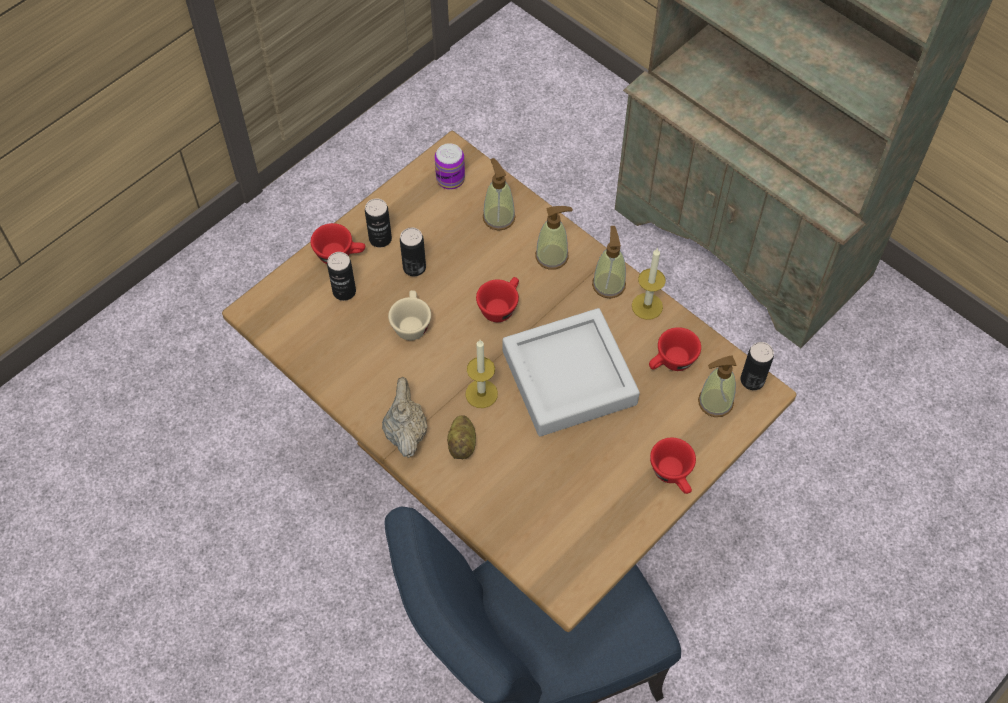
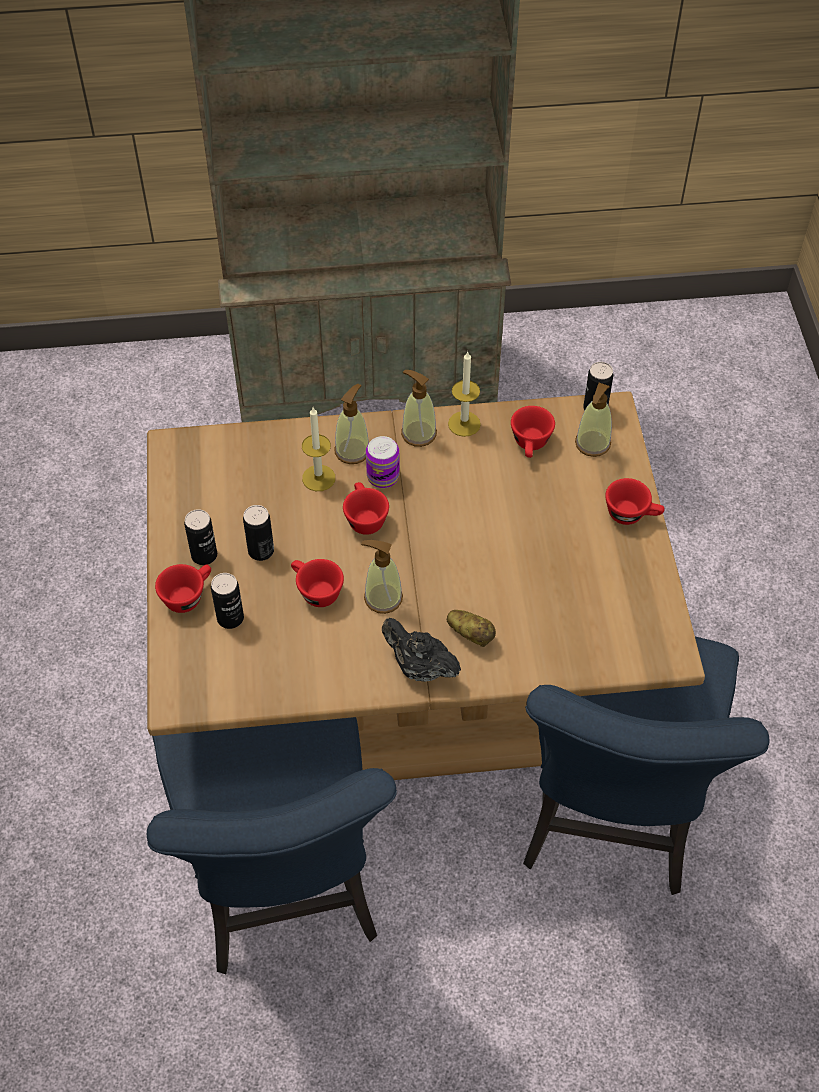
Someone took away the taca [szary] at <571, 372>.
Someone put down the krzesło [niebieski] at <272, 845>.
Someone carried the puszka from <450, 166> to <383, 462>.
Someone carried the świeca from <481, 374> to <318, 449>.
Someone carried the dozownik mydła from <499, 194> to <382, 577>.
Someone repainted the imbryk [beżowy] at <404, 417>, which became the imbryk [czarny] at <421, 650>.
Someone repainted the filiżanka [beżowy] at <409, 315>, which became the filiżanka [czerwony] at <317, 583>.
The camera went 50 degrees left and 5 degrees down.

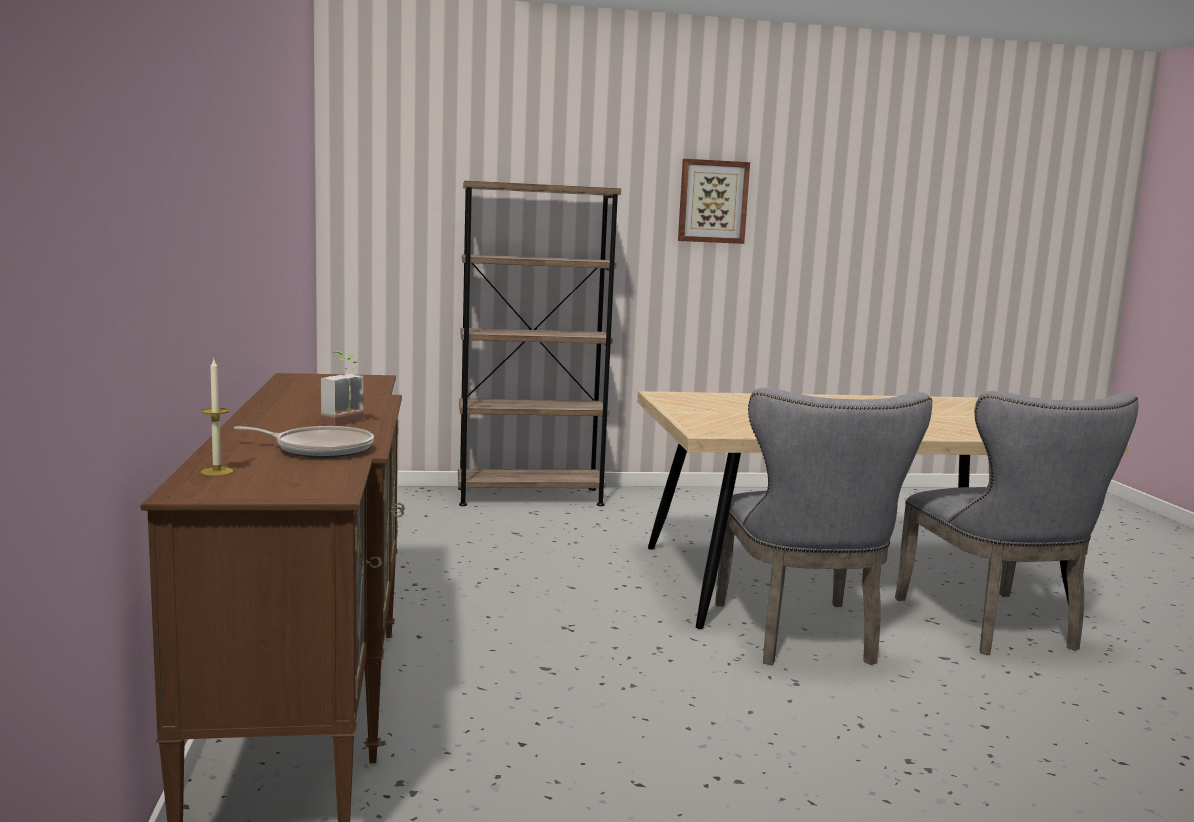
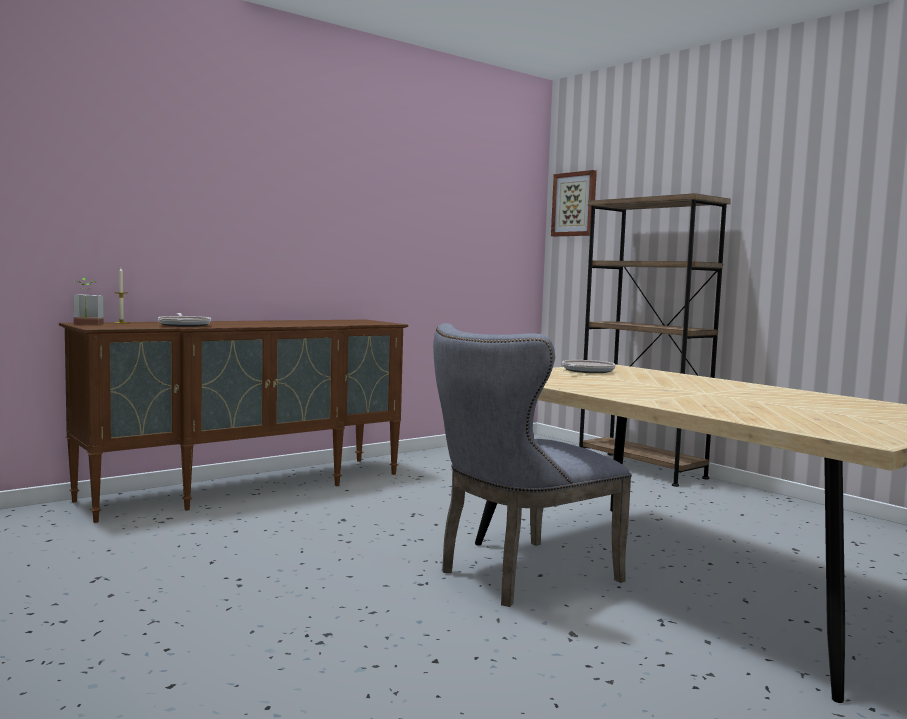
Someone took away the krzesło [szary] at <1017, 523>.
Someone put down the patelnia at <589, 366>.
Someone carried the roślina doniczkowa from <342, 388> to <88, 301>.
Someone carried the obraz from <714, 201> to <574, 203>.
The camera went 60 degrees right and 5 degrees down.

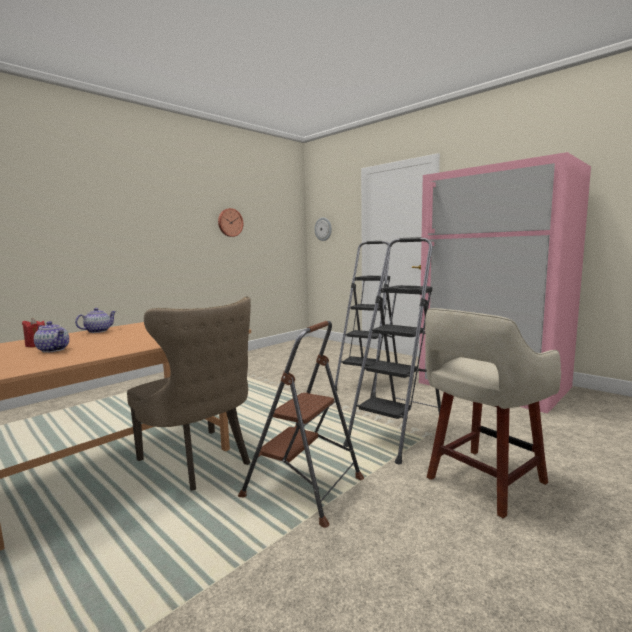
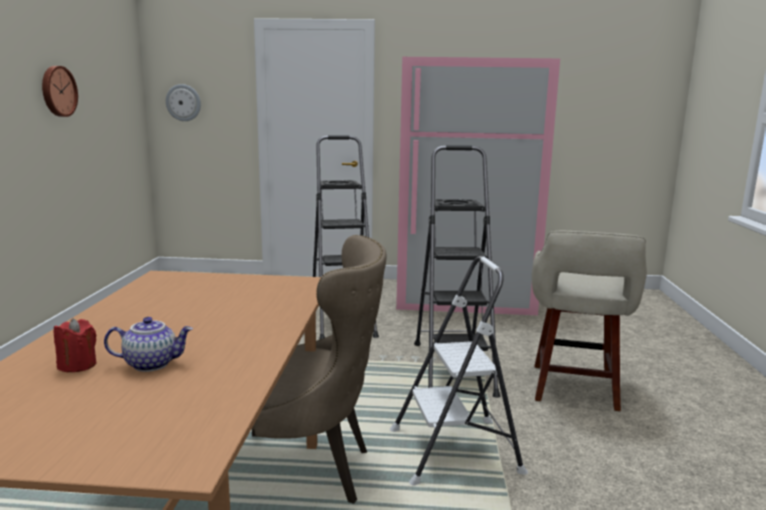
Someone took away the imbryk at <96, 320>.
Someone repainted the drabinka [brązowy] at <301, 424>, which became the drabinka [biały] at <459, 371>.
The camera went 40 degrees left and 5 degrees up.

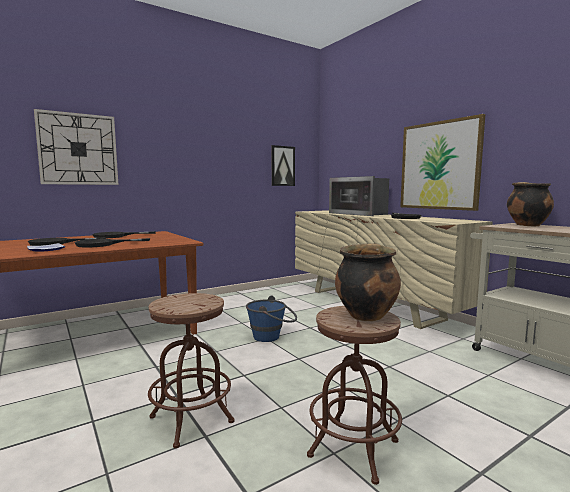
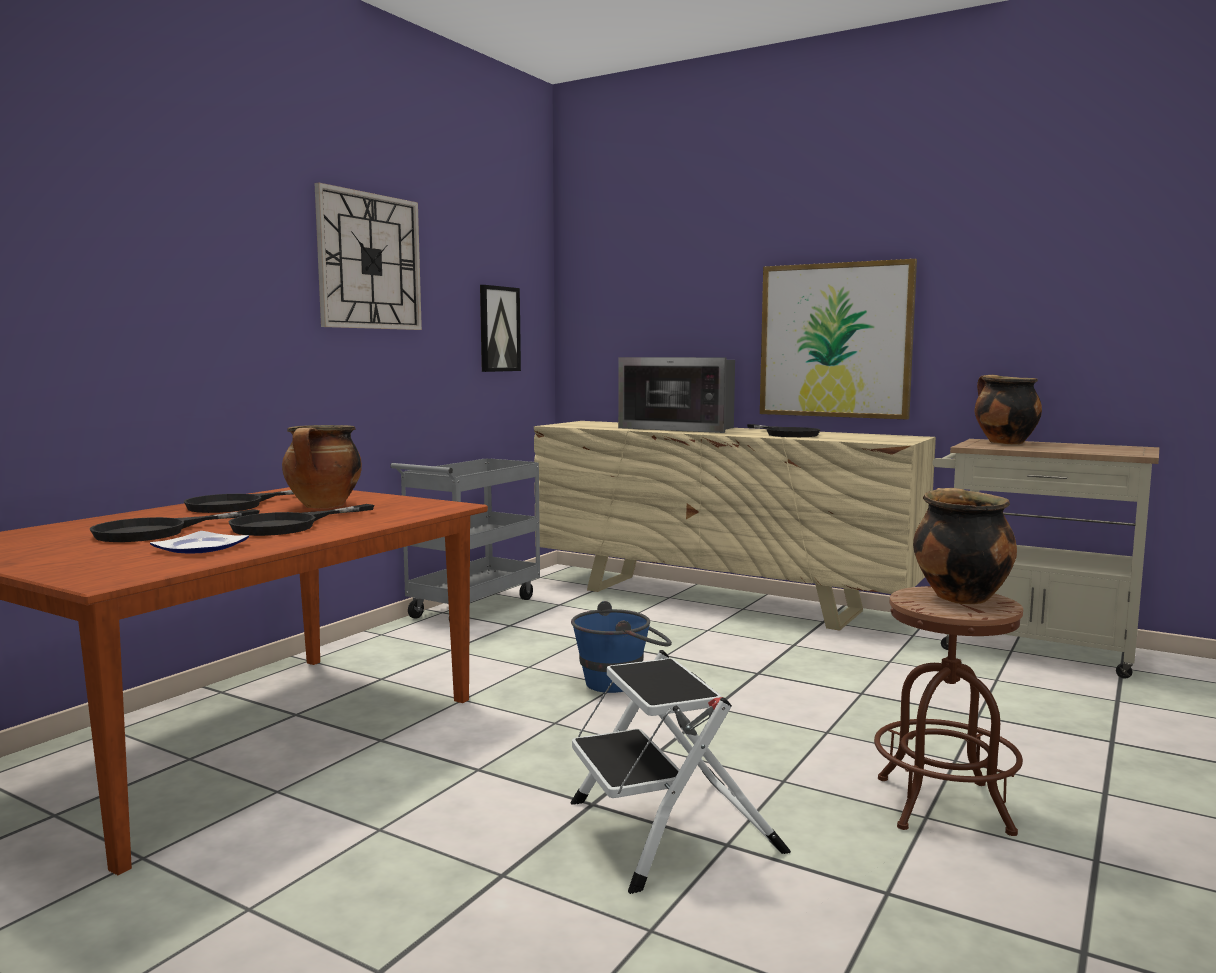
Someone put down the garnek at <322, 466>.
Someone put down the wózek [szary] at <465, 540>.
Someone carried the zegar ścienny from <76, 147> to <368, 256>.
Someone swapped the stołek [brązowy] at <191, 370> for the drabinka at <680, 772>.
The camera went 25 degrees left and 0 degrees up.

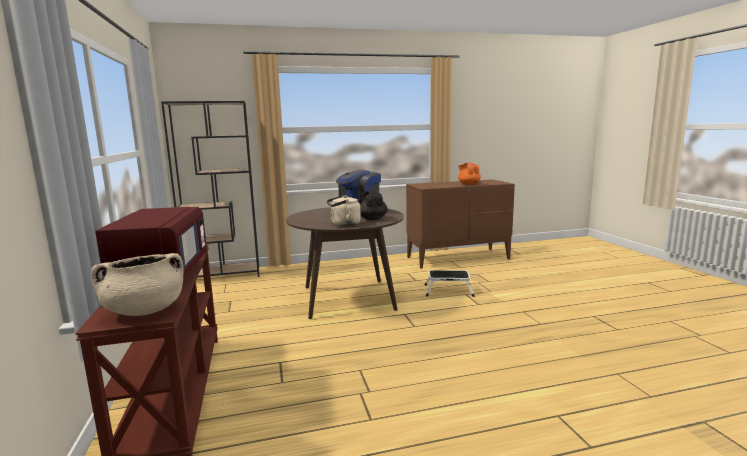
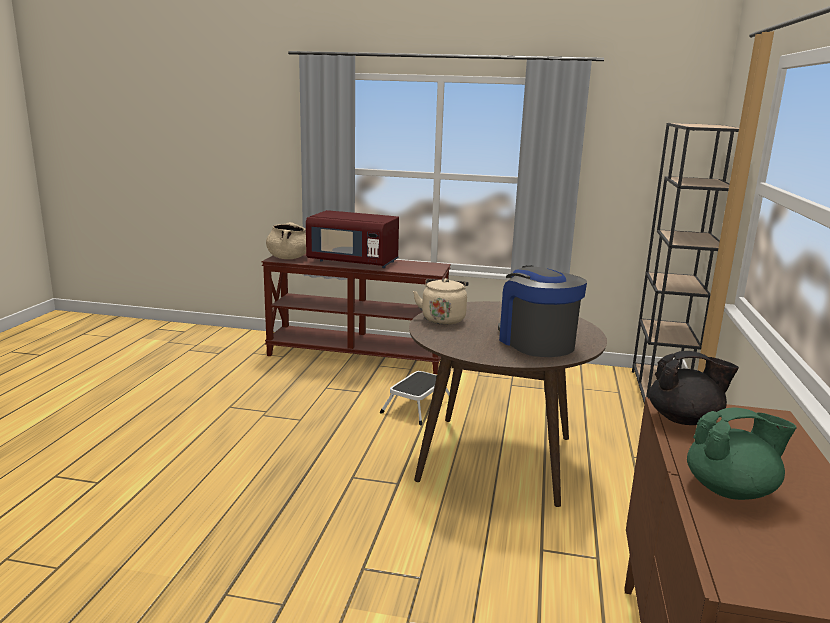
Someone carried the imbryk [czarny] from <374, 205> to <694, 388>.
Someone carried the drabinka [czarny] from <450, 283> to <415, 398>.
Someone repainted the imbryk [pomarańczowy] at <469, 174>, which became the imbryk [zielony] at <742, 453>.
The camera went 115 degrees right and 5 degrees up.

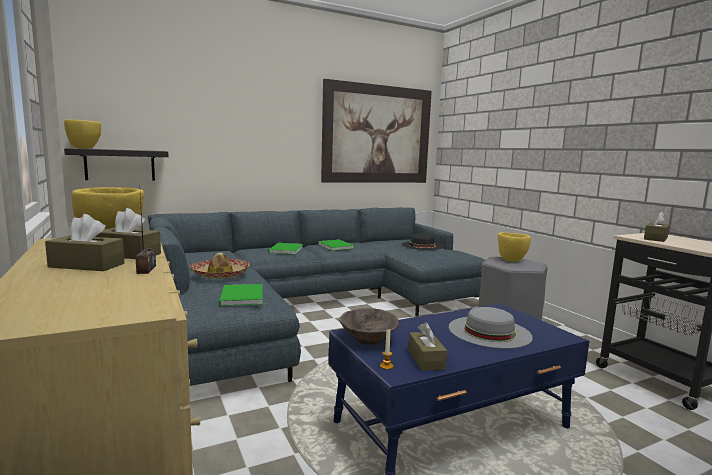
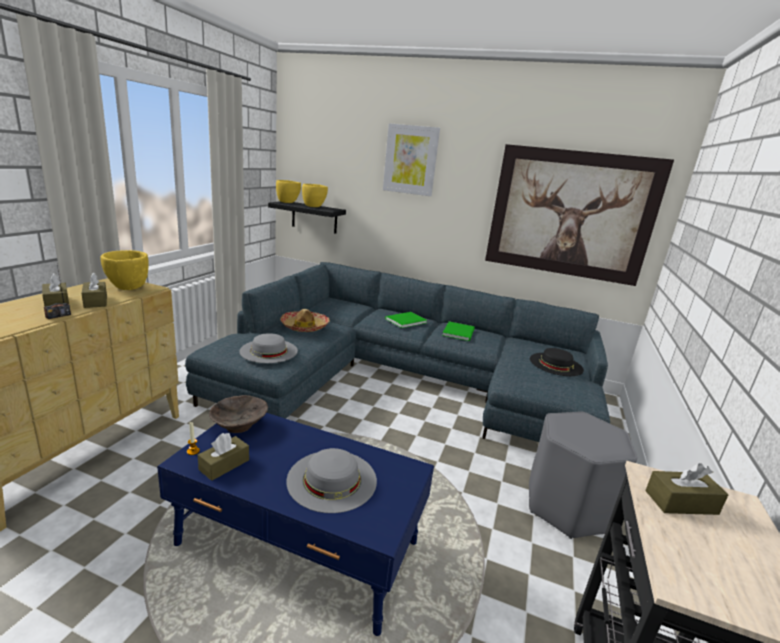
Someone put up the obraz at <411, 159>.
Someone carried the miska [żółty] from <514, 247> to <315, 195>.
Someone swapped the książka [zielony] at <240, 295> for the kapelusz [szary] at <268, 348>.
The camera went 45 degrees right and 10 degrees up.

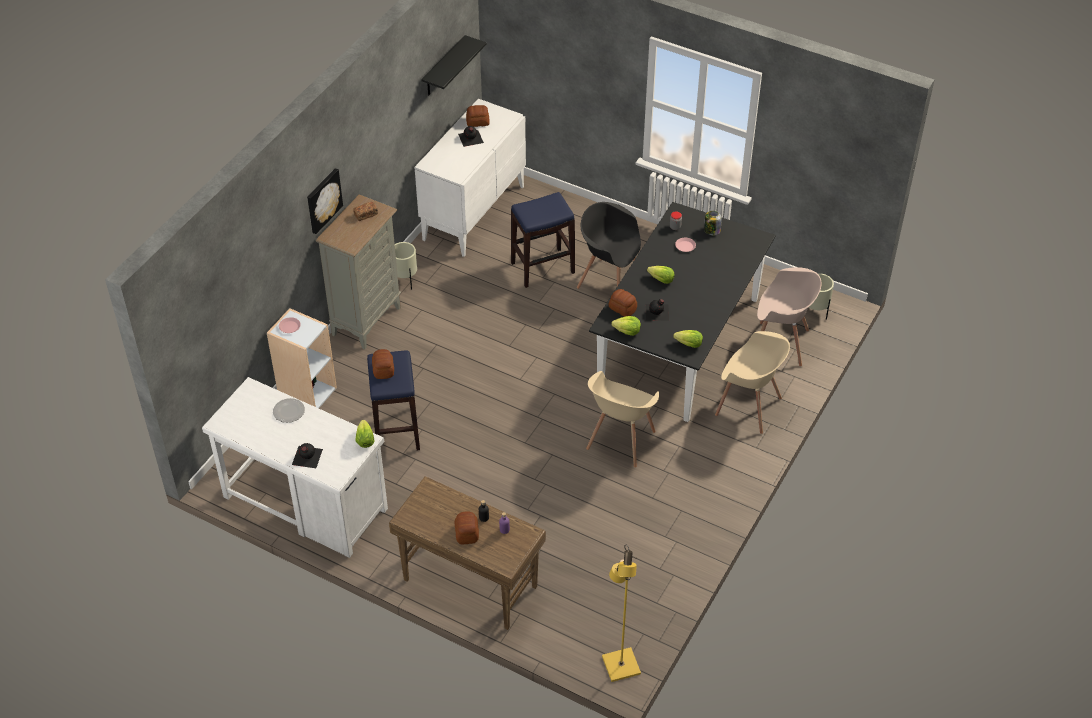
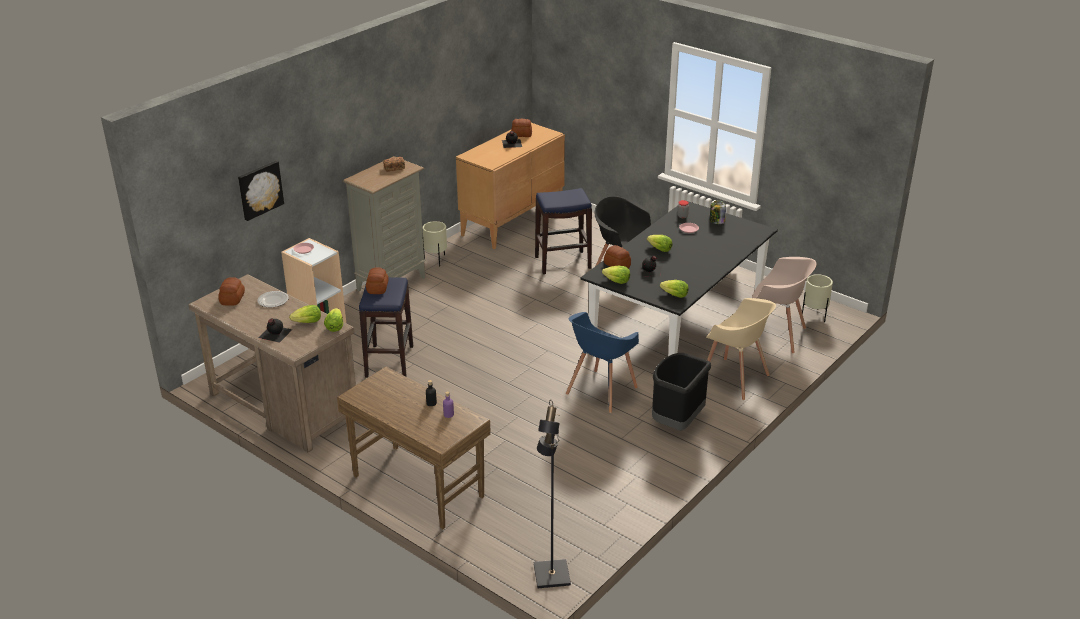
Someone took away the półka [czarny] at <454, 65>.
Someone put down the sałata at <305, 314>.
Someone put down the kosz na śmieci [czarny] at <681, 392>.
Someone carried the obraz from <325, 201> to <261, 191>.
Someone carried the chleb from <467, 527> to <231, 291>.
Someone repainted the biurko [biały] at <295, 467>, which became the biurko [brązowy] at <272, 363>.
Someone repainted the szafka [biały] at <470, 178>, which became the szafka [brązowy] at <510, 186>.
Someone repainted the krzesło [beżowy] at <622, 419>, which became the krzesło [niebieski] at <602, 362>.
Someone repainted the lampa stojąca [żółty] at <621, 613>, which became the lampa stojąca [czarny] at <552, 494>.
The camera went 10 degrees right and 15 degrees down.

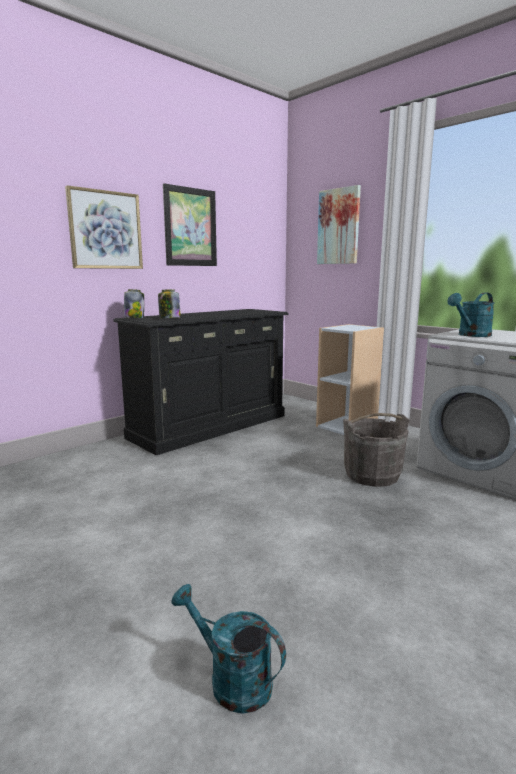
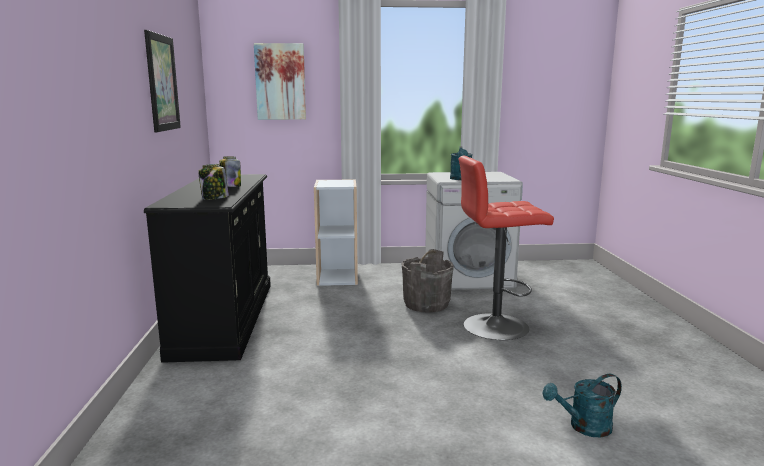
Someone took away the obraz at <104, 227>.
Someone put down the stołek [czerwony] at <506, 247>.
Someone carried the słoik from <134, 303> to <230, 172>.
The camera went 50 degrees left and 0 degrees up.

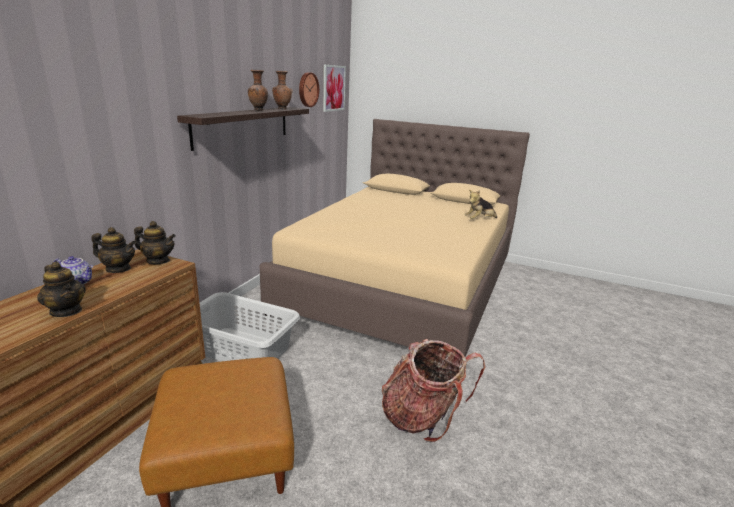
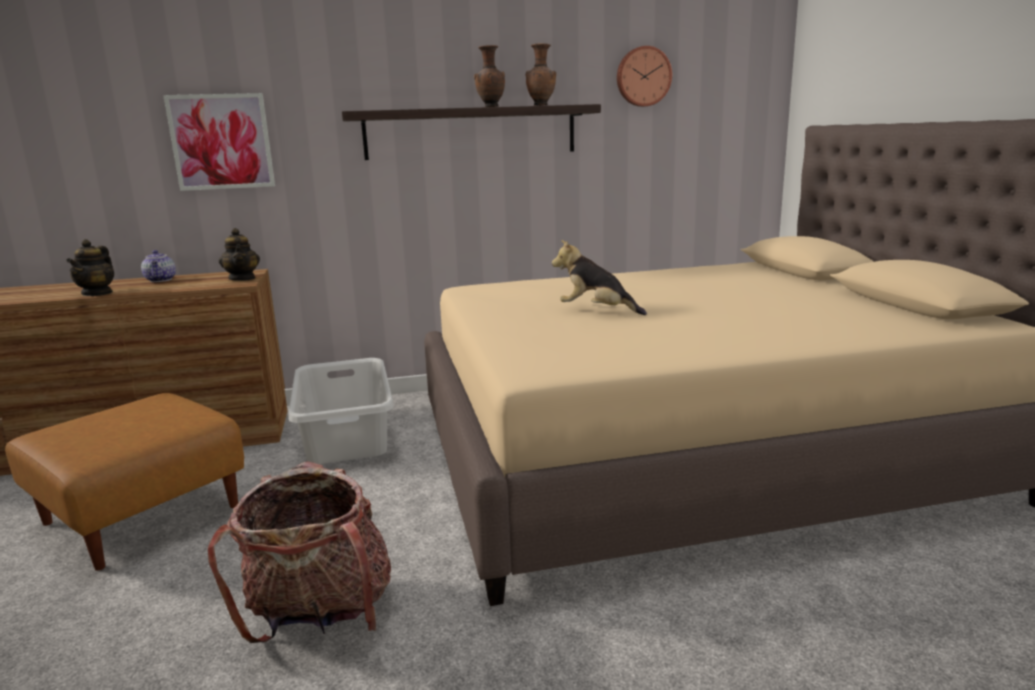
Someone took away the imbryk at <113, 250>.
Someone carried the obraz from <334, 88> to <219, 142>.
Someone carried the pluszak from <481, 204> to <599, 277>.
The camera went 55 degrees right and 5 degrees down.

